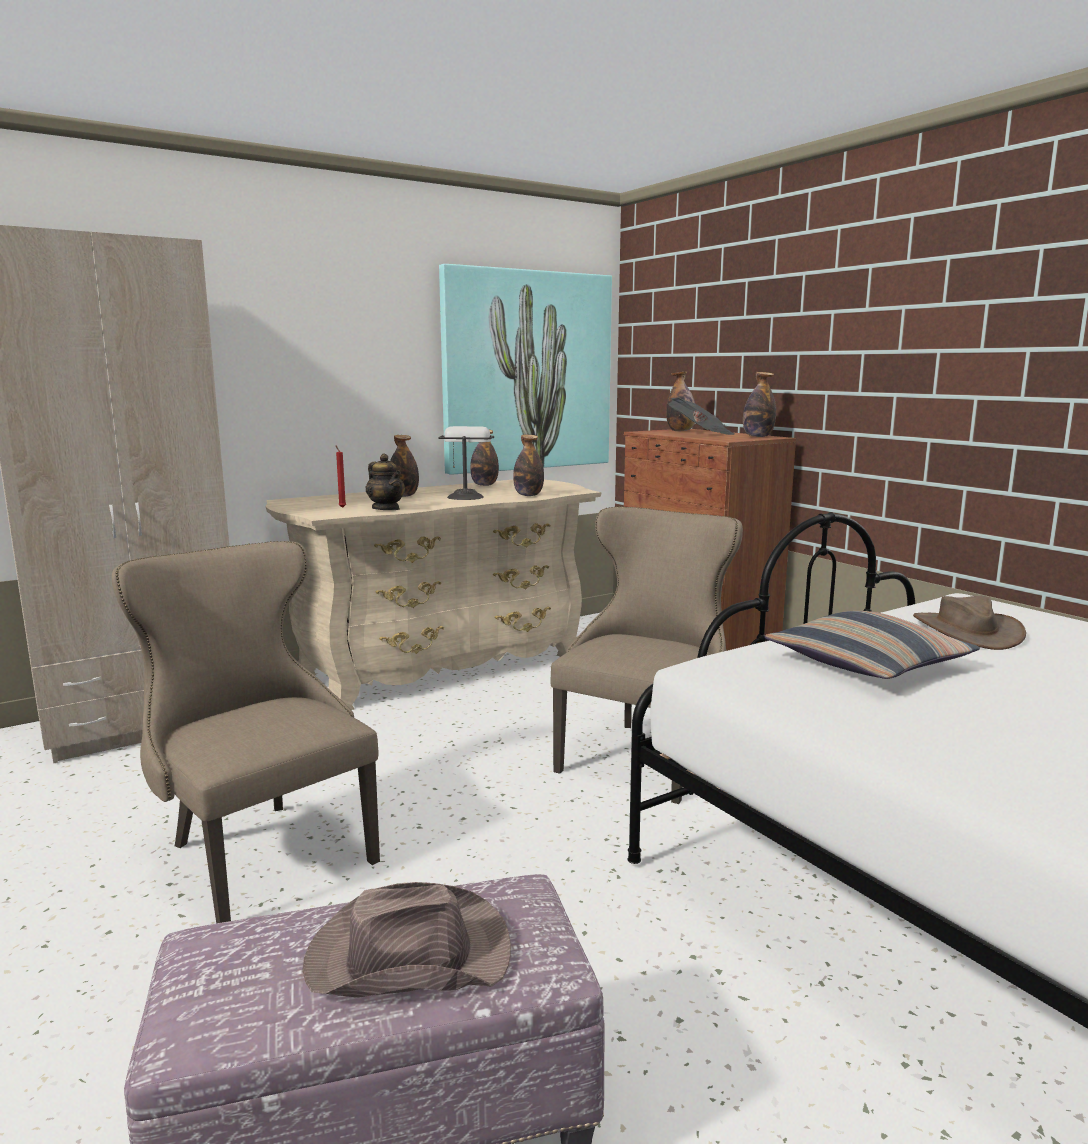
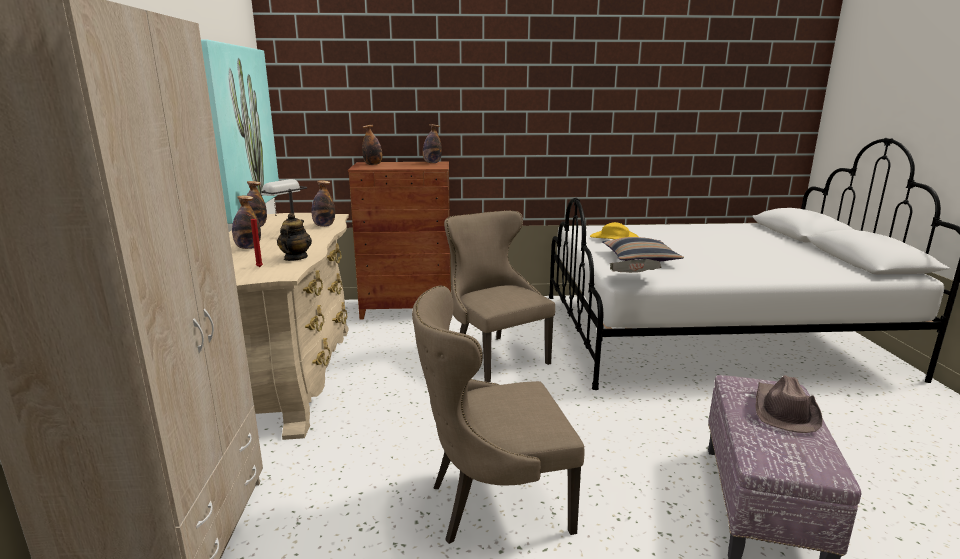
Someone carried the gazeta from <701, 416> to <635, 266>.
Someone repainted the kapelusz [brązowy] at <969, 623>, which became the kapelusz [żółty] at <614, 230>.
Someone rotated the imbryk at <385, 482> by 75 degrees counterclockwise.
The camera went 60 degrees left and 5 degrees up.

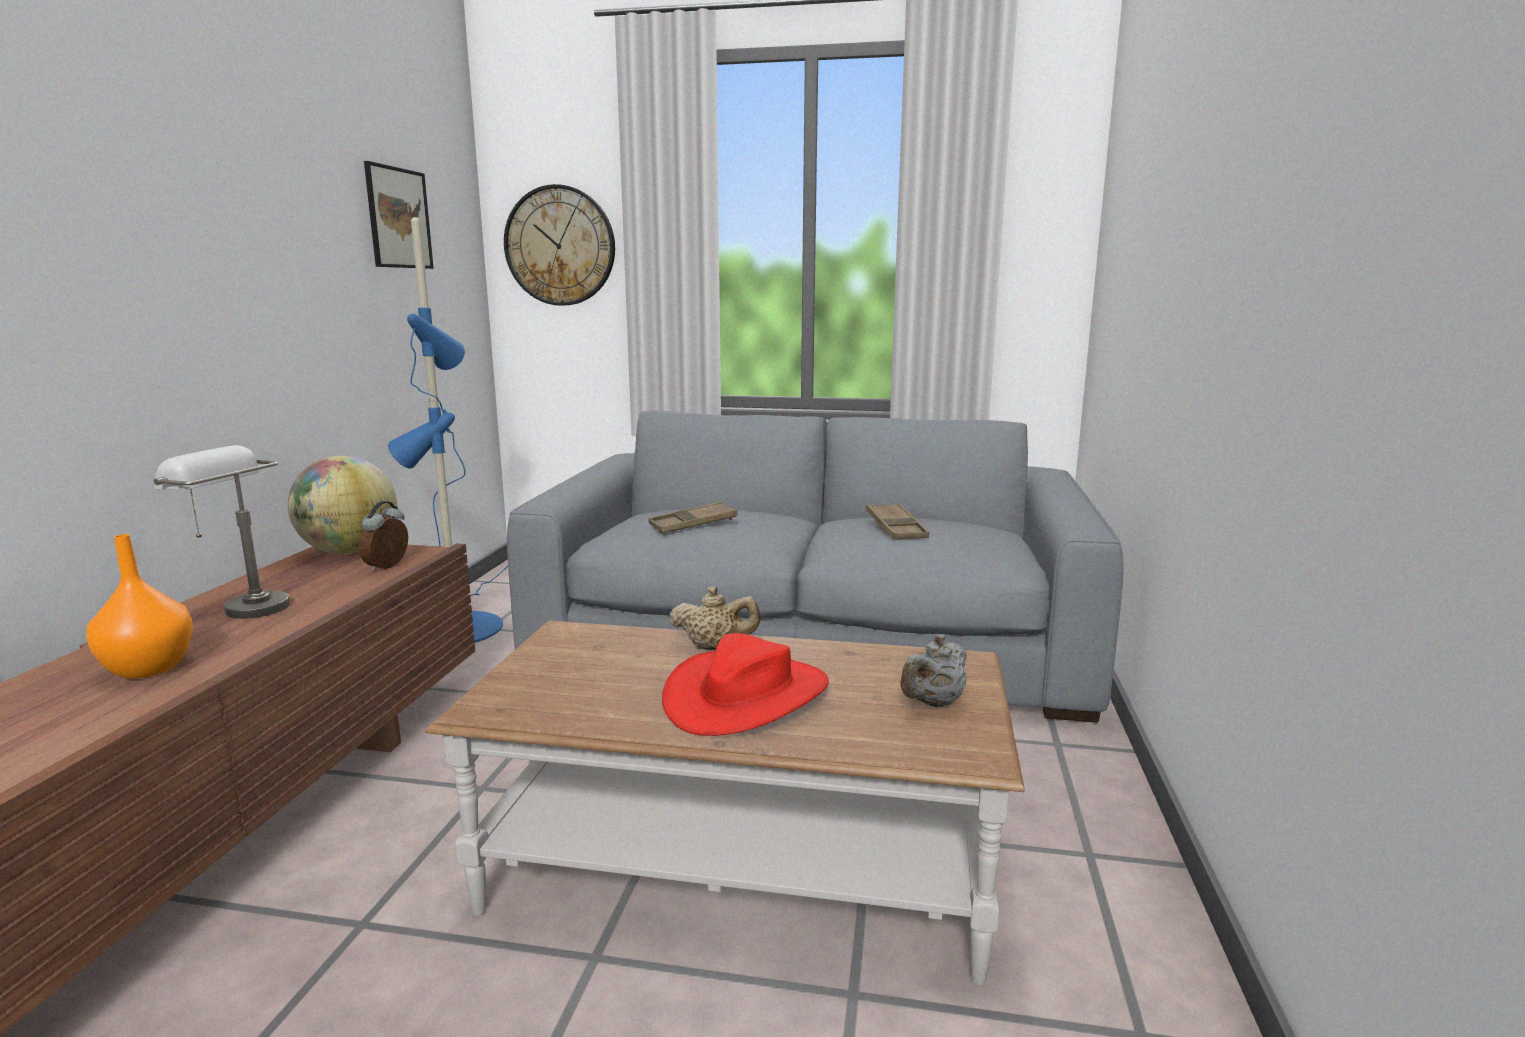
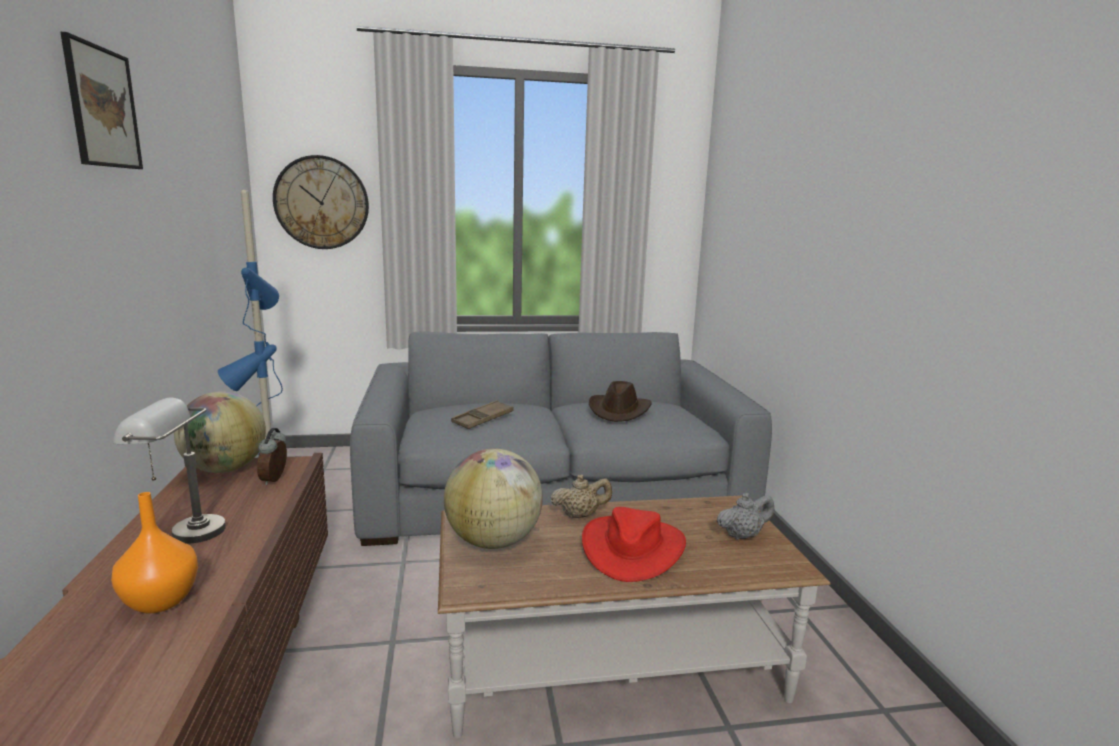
Someone put down the globus at <493, 498>.
Someone carried the obraz from <398, 215> to <101, 100>.
Someone swapped the taca [brązowy] at <897, 521> for the kapelusz [brązowy] at <620, 401>.
Someone rotated the imbryk [szary] at <933, 670> by 135 degrees counterclockwise.
The camera went 20 degrees left and 0 degrees up.

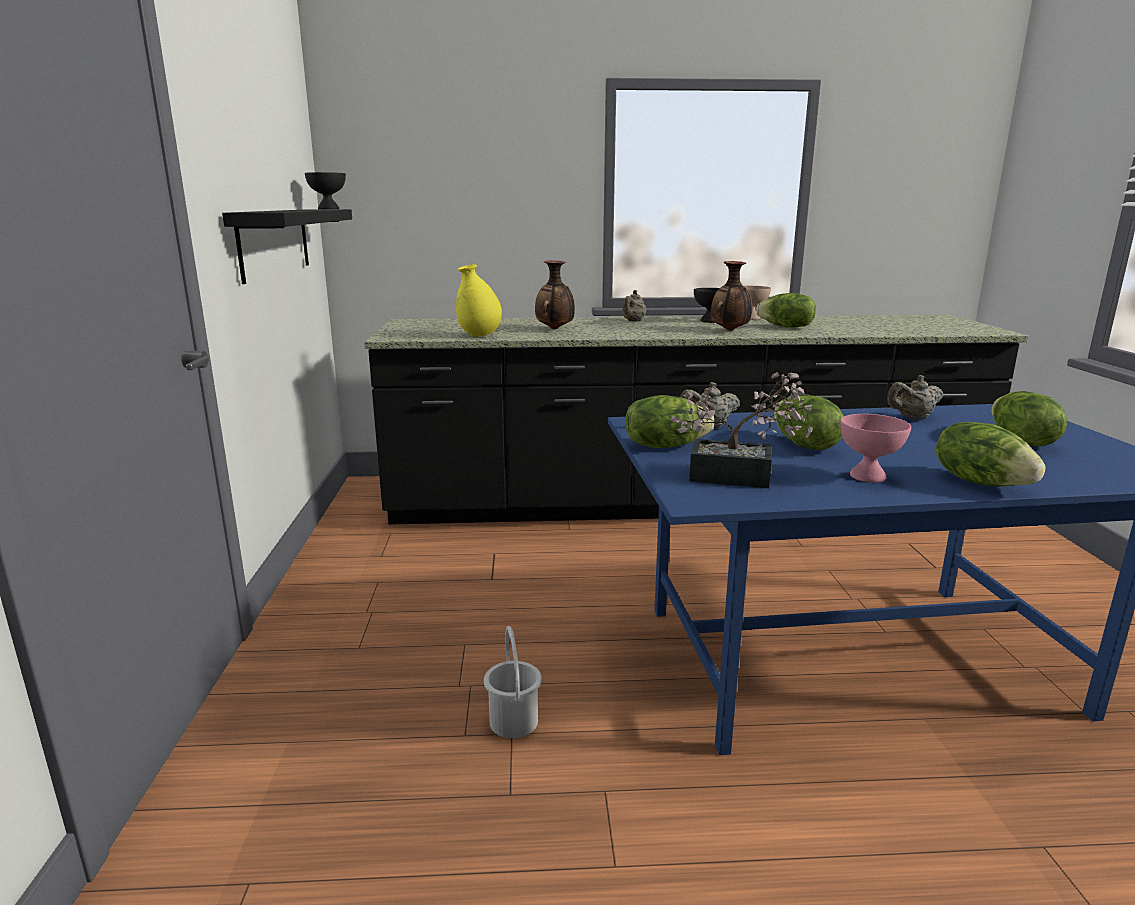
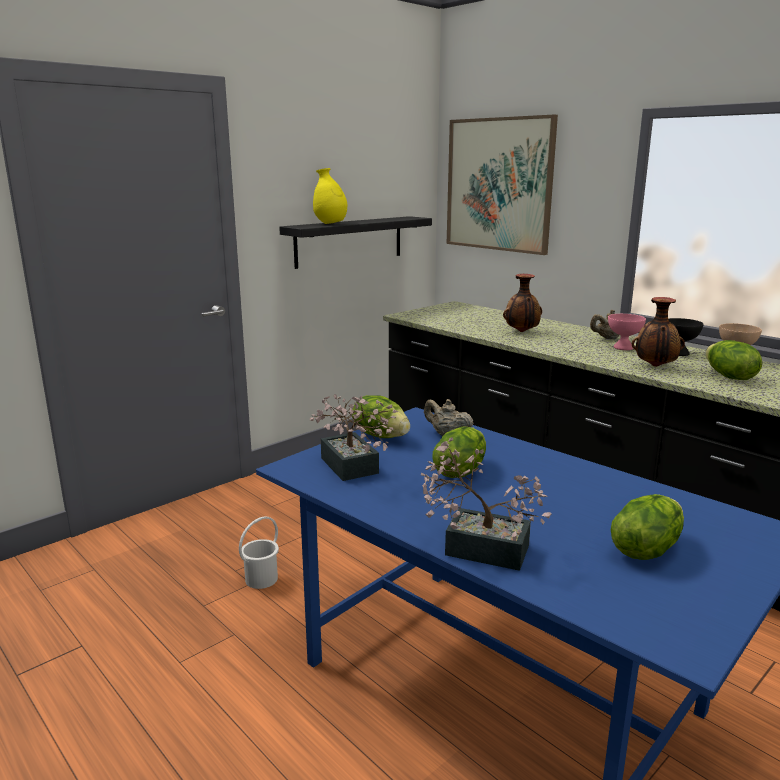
Someone took away the miska [czarny] at <325, 190>.
Someone took away the imbryk [beżowy] at <915, 397>.
Someone put up the obraz at <502, 185>.
Someone carried the wazon [żółty] from <479, 300> to <330, 196>.
Someone carried the miska [różowy] from <875, 448> to <627, 332>.
Someone swapped the sałata at <991, 454> for the roślina doniczkowa at <486, 504>.
The camera went 50 degrees right and 0 degrees up.

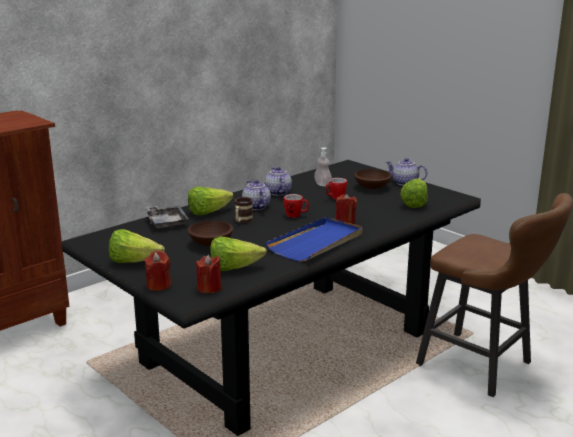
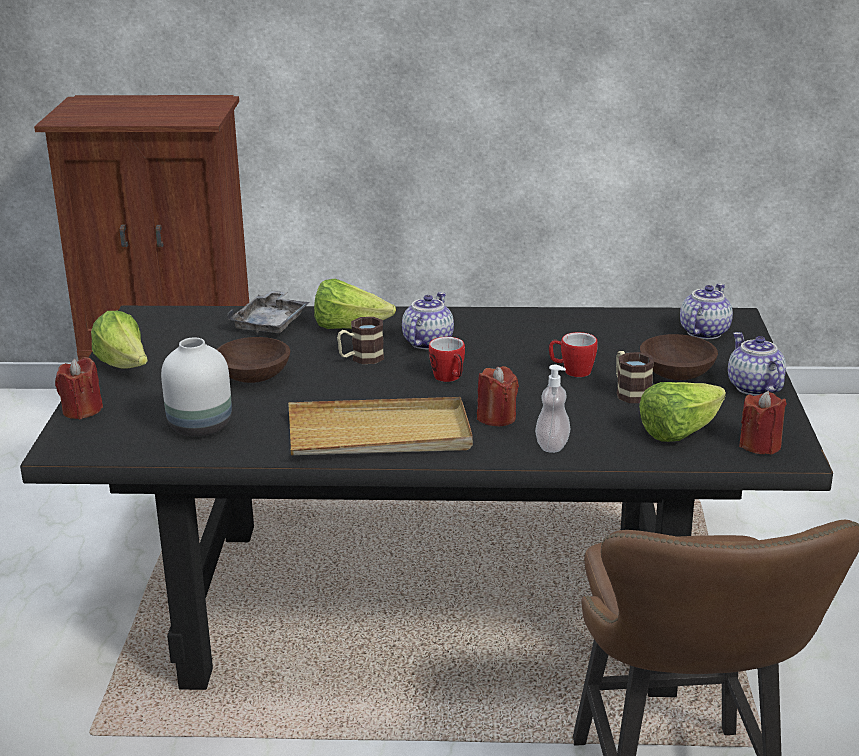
Someone put down the kubek at <635, 377>.
Someone carried the świeca [czerwony] from <209, 274> to <763, 423>.
Someone carried the imbryk from <278, 181> to <706, 311>.
Someone carried the dozownik mydła from <323, 167> to <552, 409>.
Someone swapped the sałata at <238, 253> for the wazon [biały] at <196, 387>.
Someone repainted the taca [niebieski] at <314, 239>, which became the taca [beżowy] at <380, 426>.
The camera went 45 degrees right and 5 degrees up.

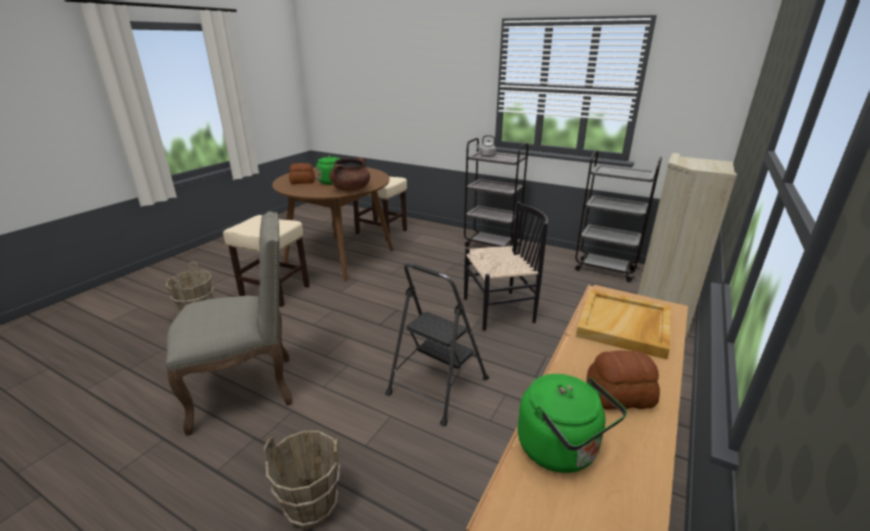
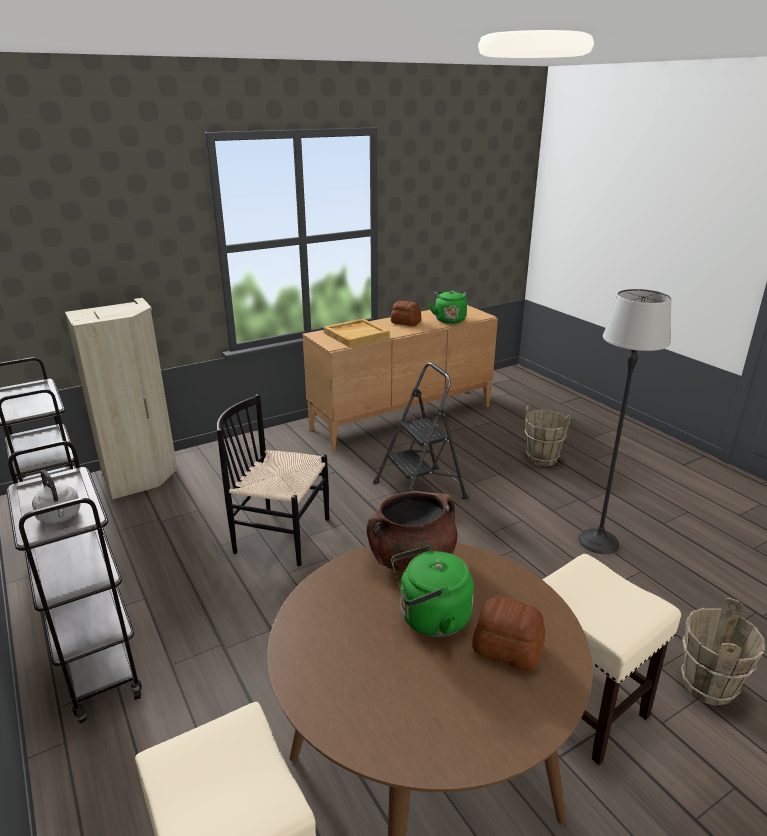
Someone swapped the krzesło [szary] at <228, 324> for the lampa stojąca at <625, 421>.
The camera went 150 degrees left and 0 degrees up.

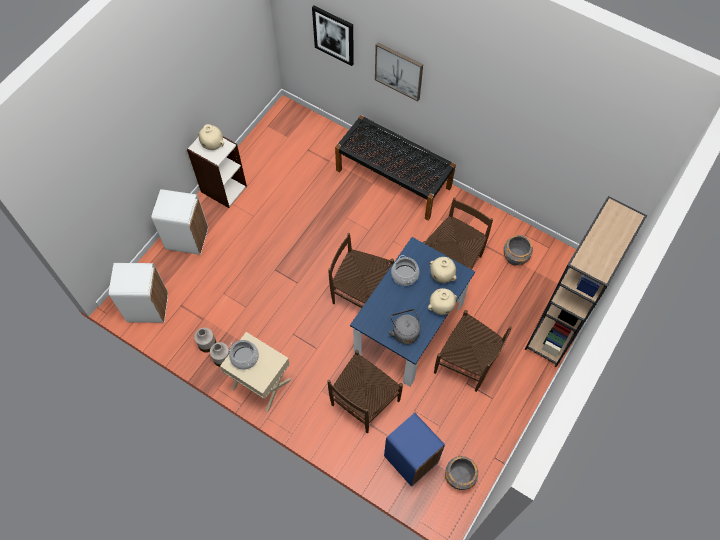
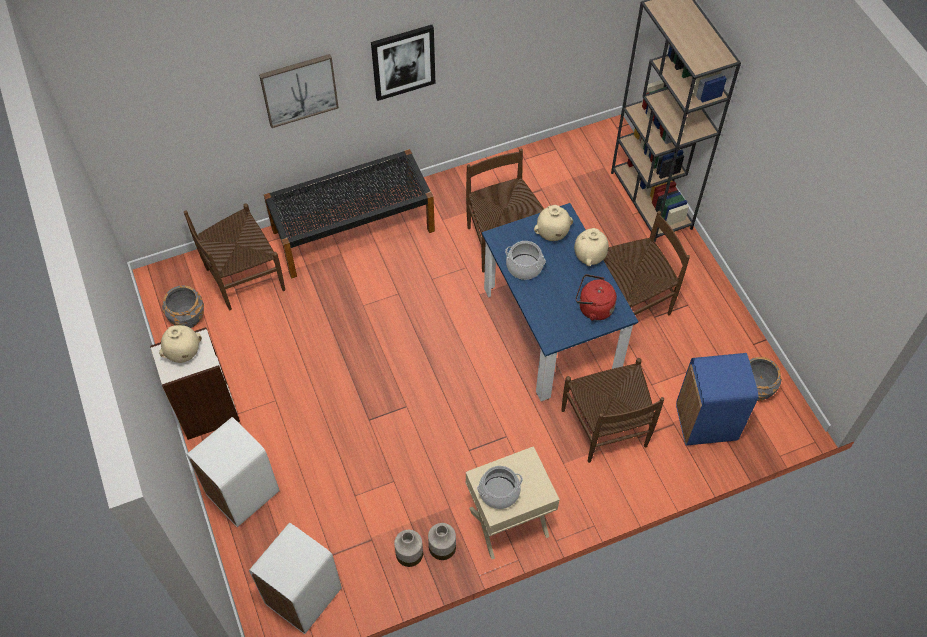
Someone carried the obraz from <333, 36> to <403, 63>.
Someone carried the krzesło [brązowy] from <361, 270> to <234, 256>.
Someone carried the donica [szary] from <518, 250> to <183, 307>.
Someone repainted the czajnik [szary] at <404, 326>, which became the czajnik [czerwony] at <596, 297>.
The camera went 55 degrees left and 5 degrees down.

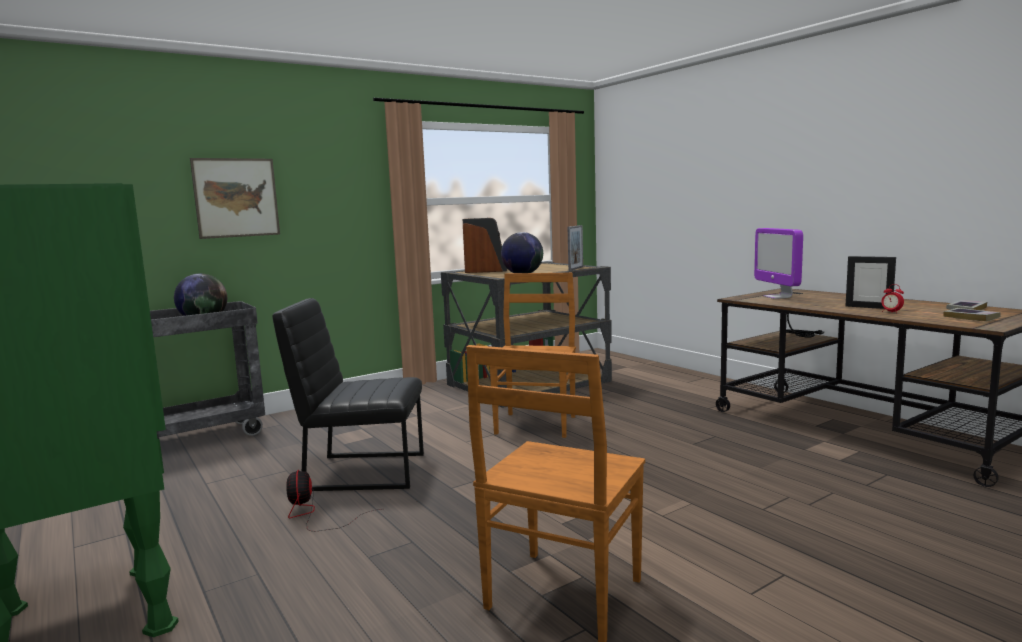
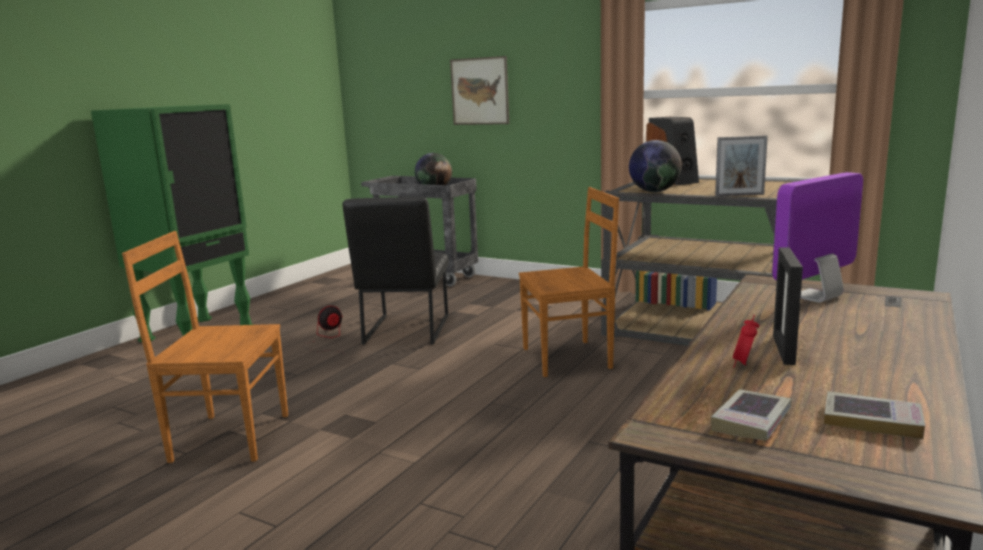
Someone rotated the krzesło [czarny] at <348, 394> by 150 degrees counterclockwise.
The camera went 65 degrees right and 5 degrees up.

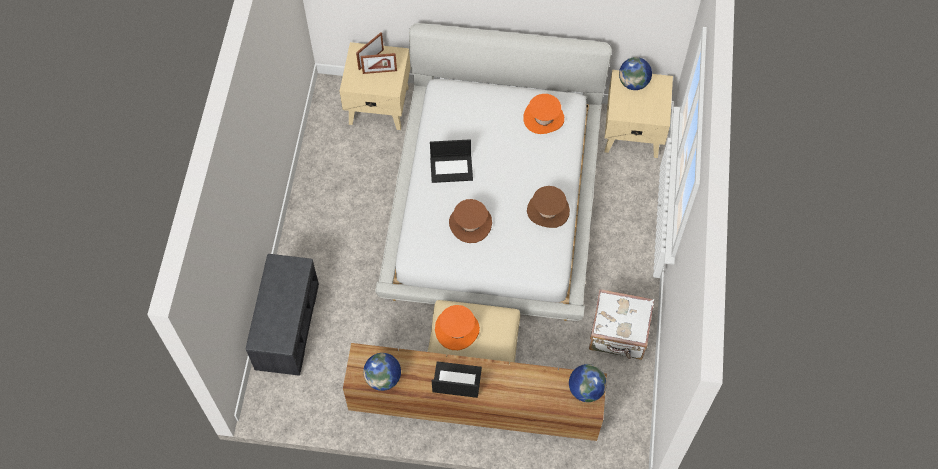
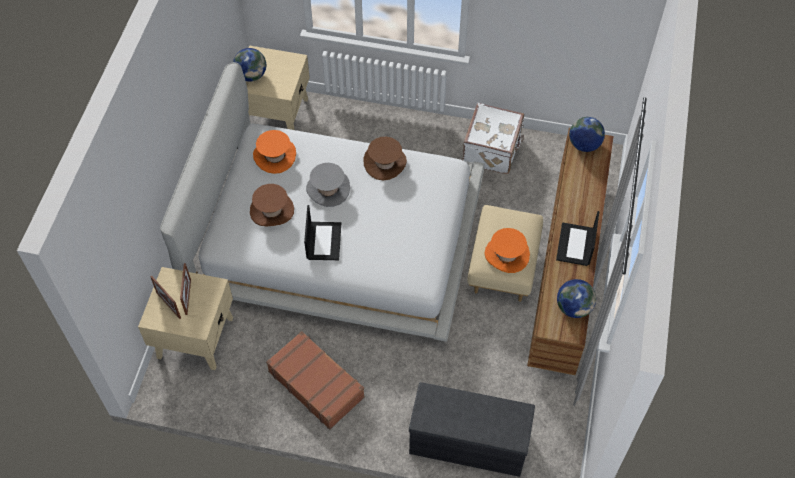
Someone put down the walizka [brązowy] at <315, 380>.
Someone put down the kapelusz [szary] at <328, 185>.
Someone carried the kapelusz [brązowy] from <470, 221> to <272, 205>.
The camera went 85 degrees left and 5 degrees down.

